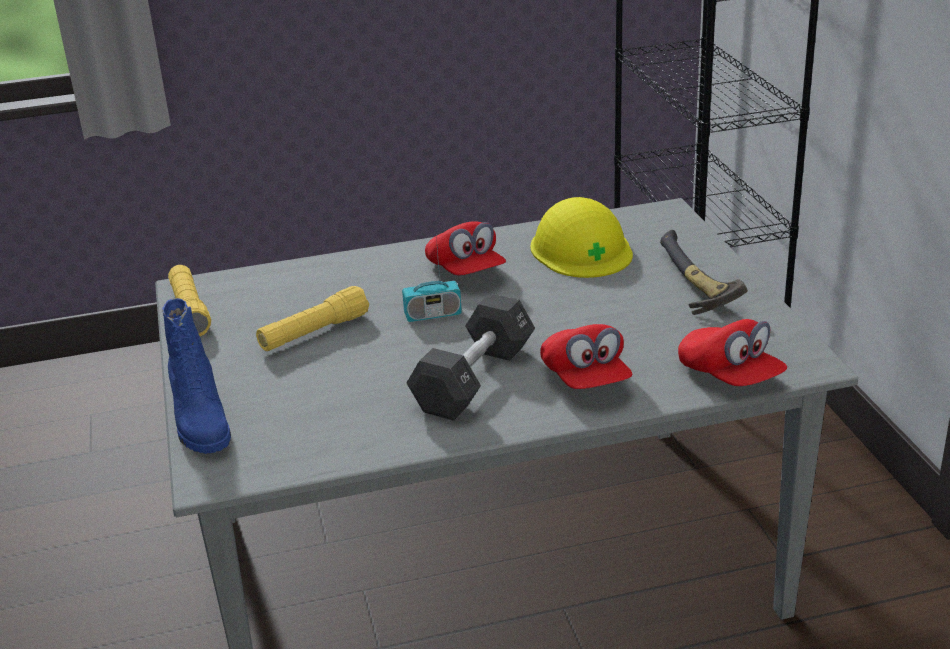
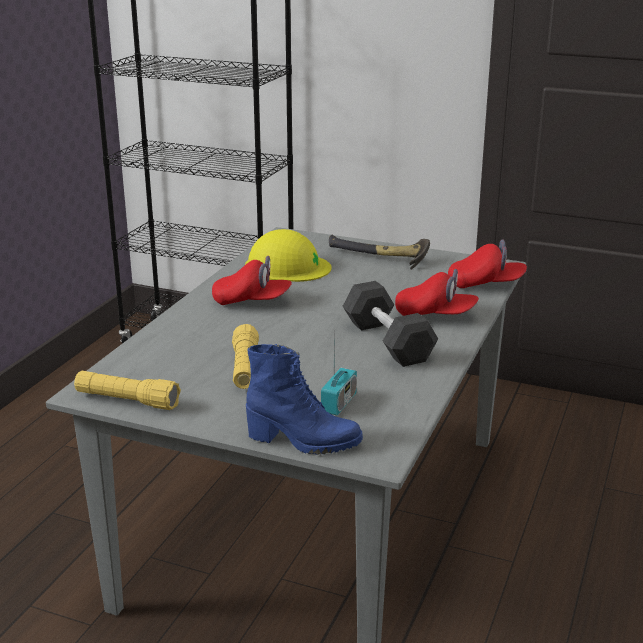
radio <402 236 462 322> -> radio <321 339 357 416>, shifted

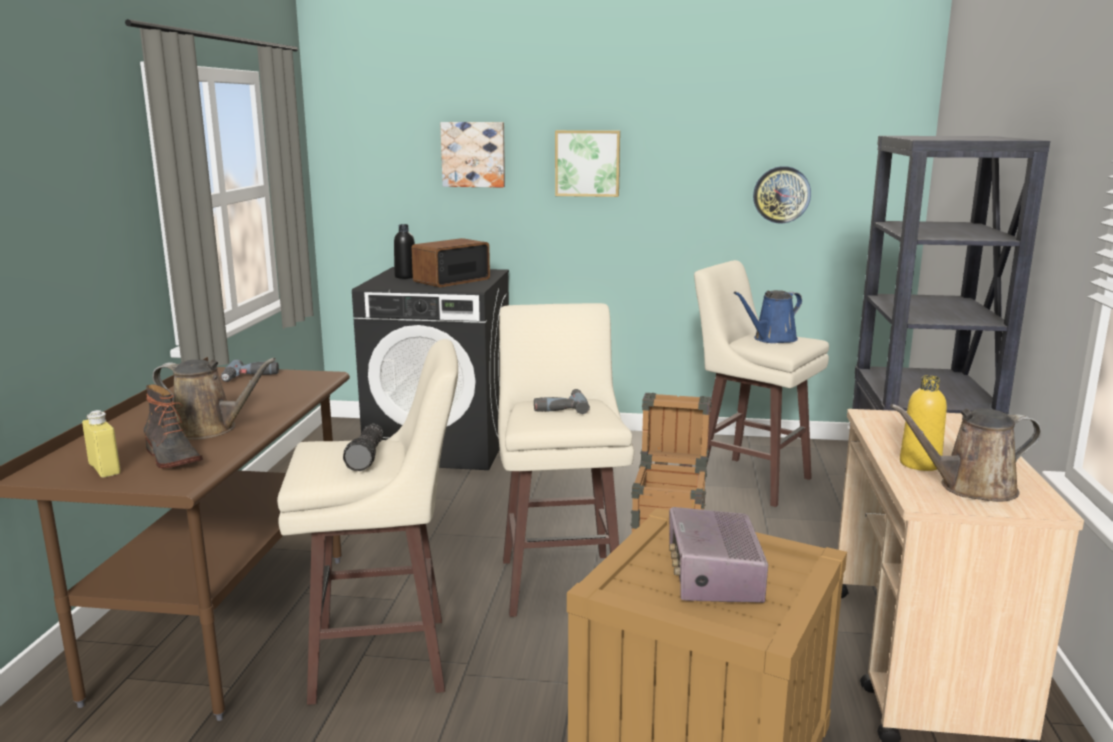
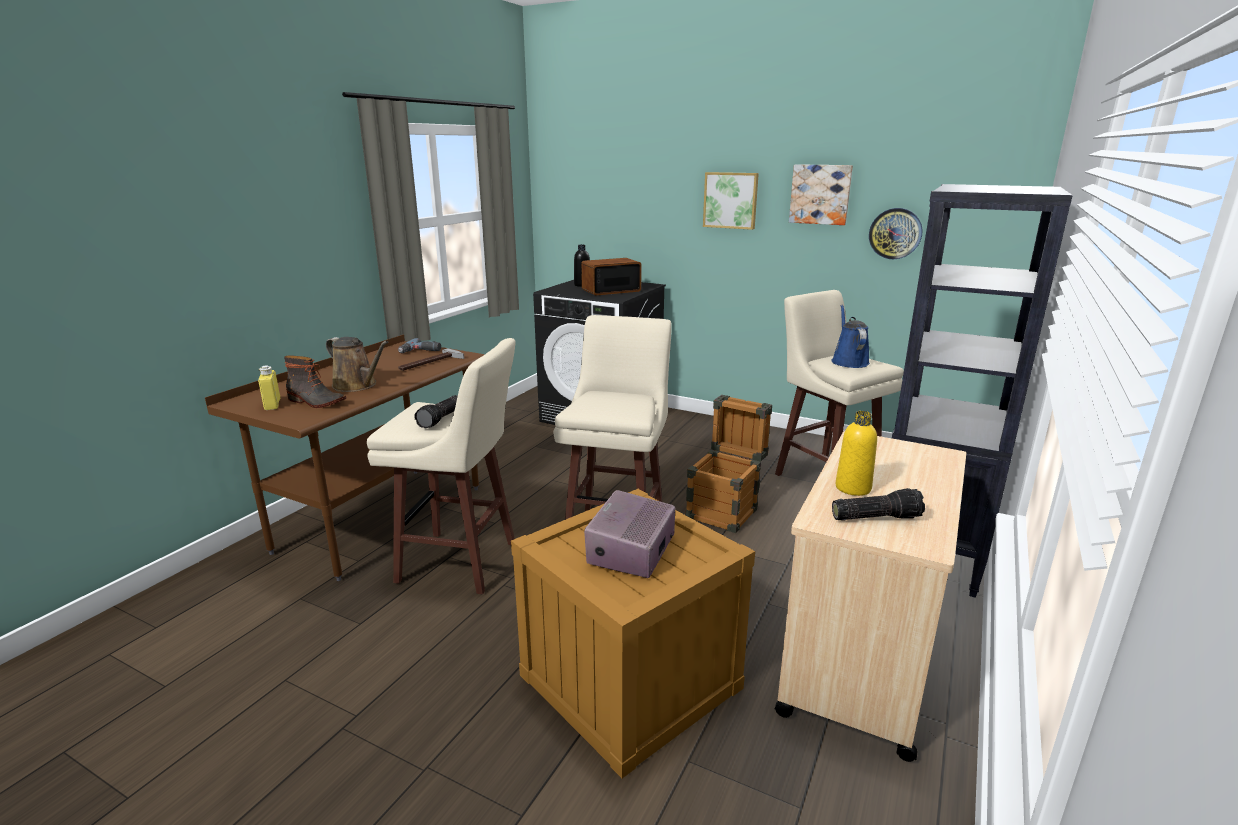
obraz <440 122 505 188> -> obraz <789 164 853 225>, shifted
konewka (niebieski) <734 290 802 343> -> konewka (niebieski) <831 305 870 368>, 105 degrees clockwise
but z cholewką <143 384 203 468> -> but z cholewką <284 356 346 408>, 45 degrees counterclockwise
wiertarka <534 389 590 414> -> none
konewka (brązowy) <890 404 1042 502> -> latarka <832 488 925 521>
none -> młotek <398 348 464 371>

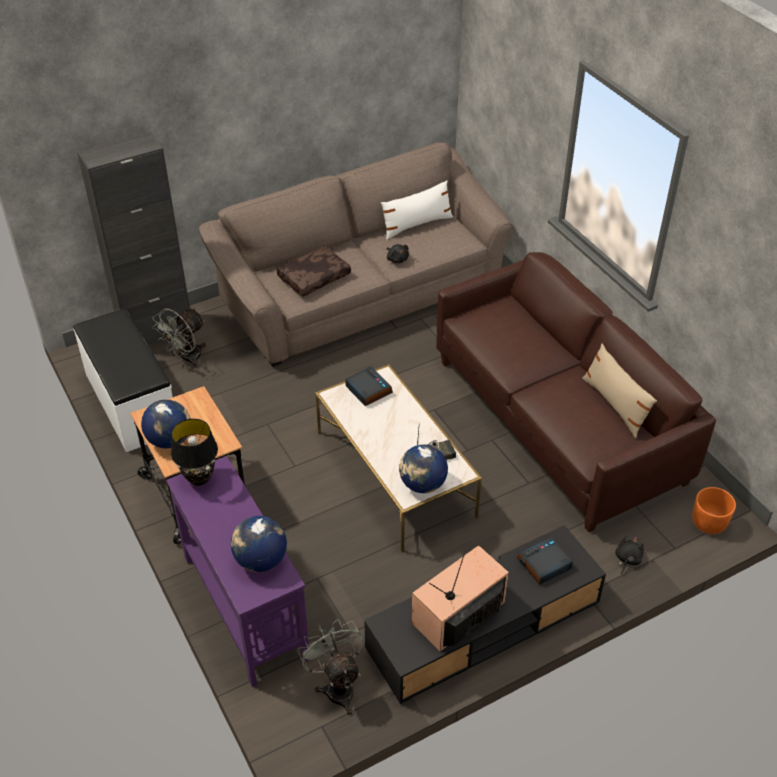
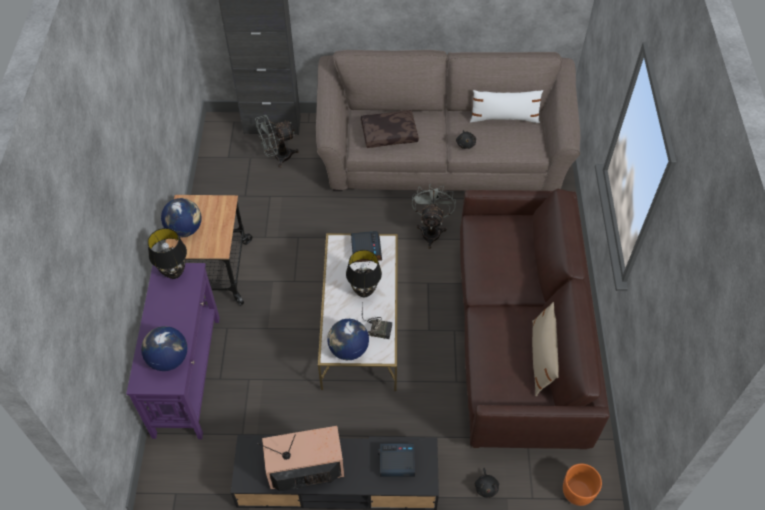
ławka (biały) <73 308 173 452> -> none
pluszak (czarny) <615 536 644 574> -> pluszak (czarny) <475 468 499 498>, 120 degrees clockwise
wentylator (szary) <297 619 364 715> -> wentylator (szary) <412 183 456 249>, shifted
none -> lampa stołowa (czarny) <346 250 382 297>

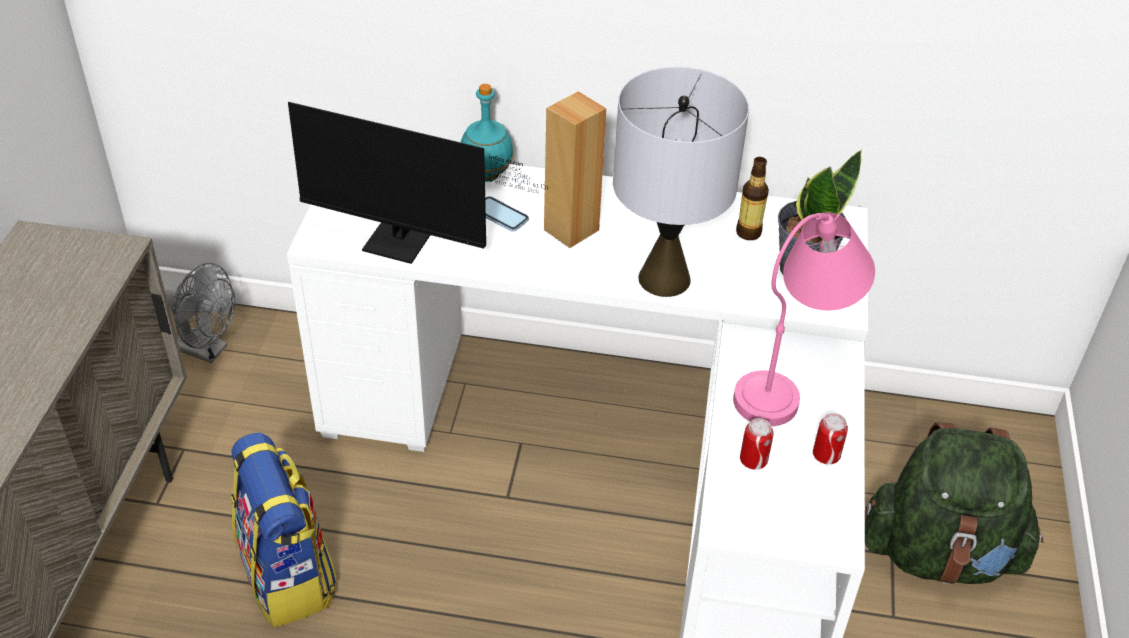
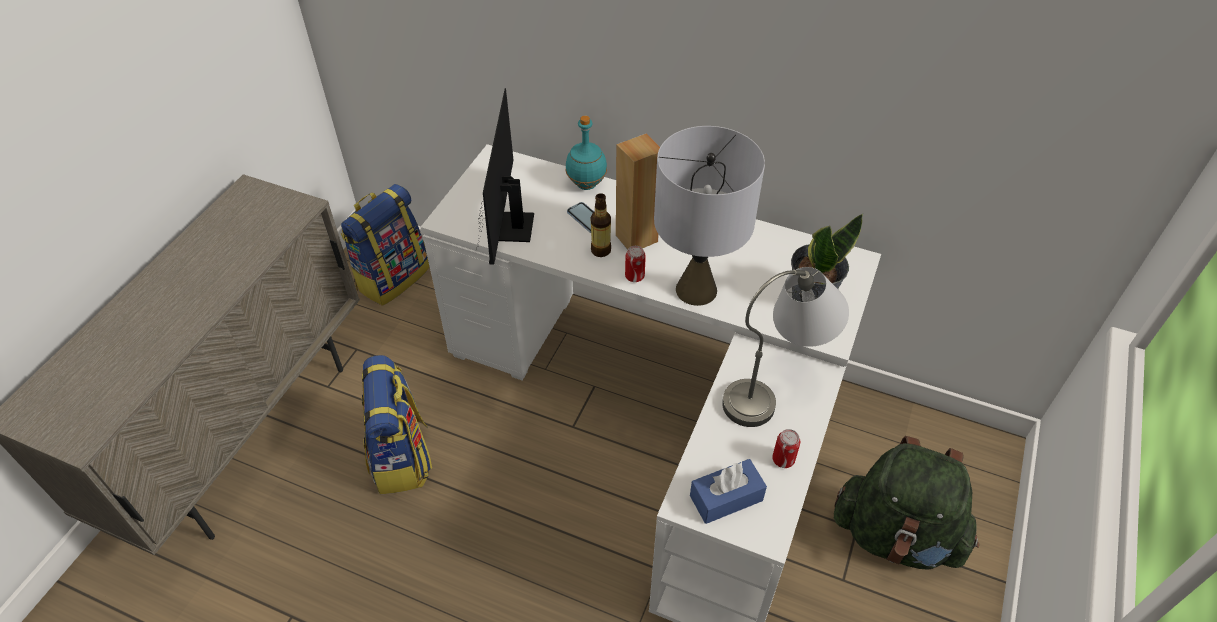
monitor <288 102 550 264> -> monitor <478 88 534 265>, 60 degrees clockwise
butelka <736 157 769 240> -> butelka <591 193 611 257>, shifted
lampa stołowa (różowy) <733 213 875 426> -> lampa stołowa (szary) <722 267 849 427>
wentylator (szary) <165 263 235 363> -> plecak <341 184 430 306>
puszka <740 418 774 470> -> puszka <625 246 646 282>, shifted
none -> pudełko chusteczek (niebieski) <690 459 767 524>

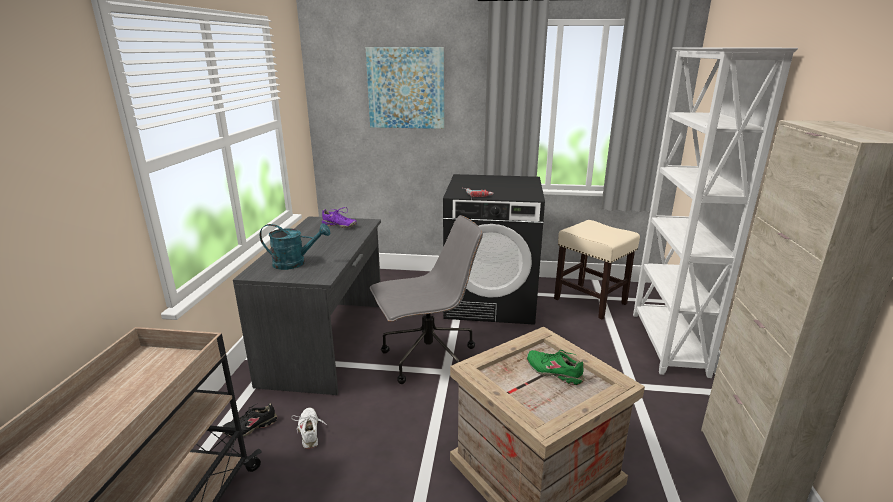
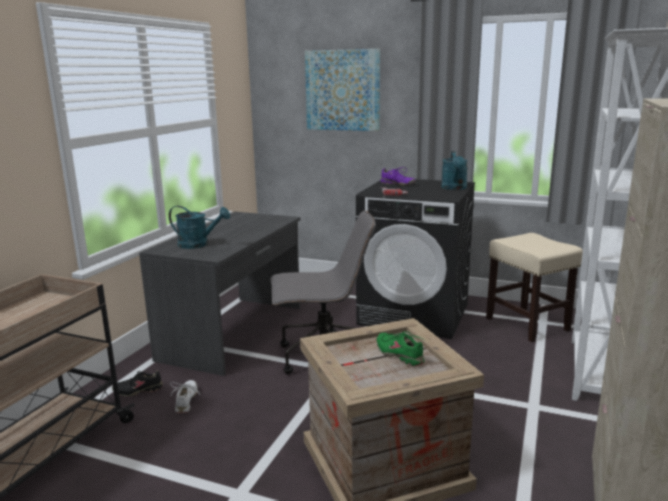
but (fioletowy) <322 207 357 228> -> but (fioletowy) <380 167 416 186>, shifted
none -> konewka (turkusowy) <441 151 468 190>

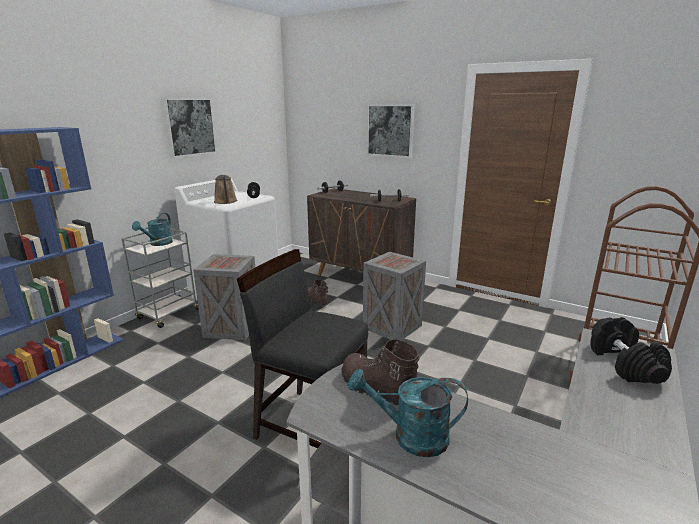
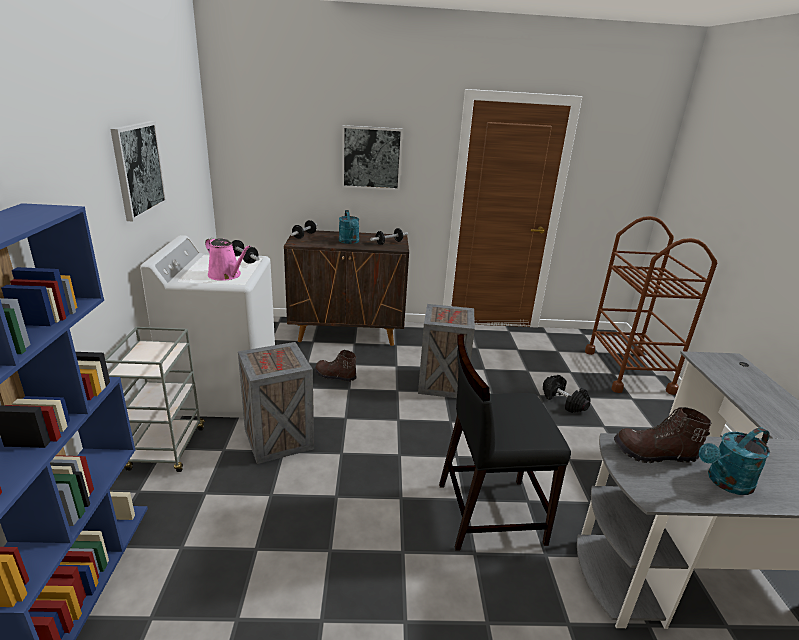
konewka (brązowy) <214 175 237 204> -> konewka (różowy) <205 238 251 281>
konewka (turkusowy) <132 213 173 246> -> konewka (turkusowy) <339 210 359 244>, shifted
hantel (czarny) <590 317 672 384> -> hantel (czarny) <543 375 591 413>, shifted

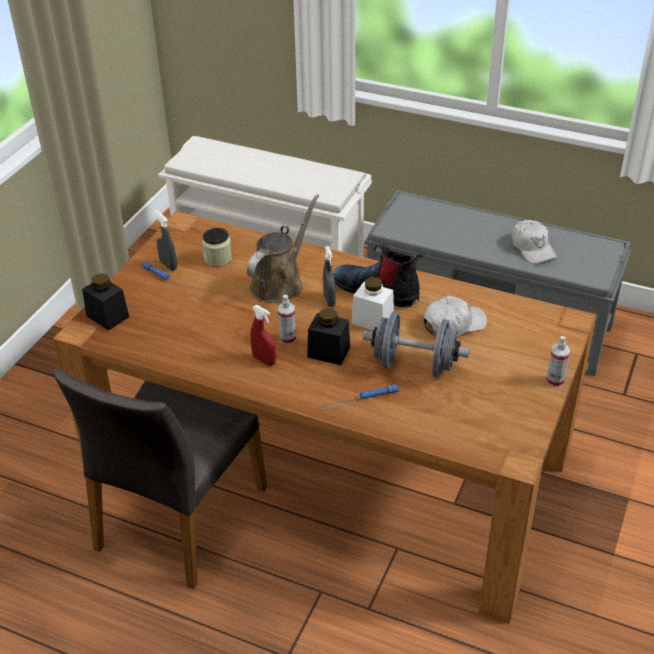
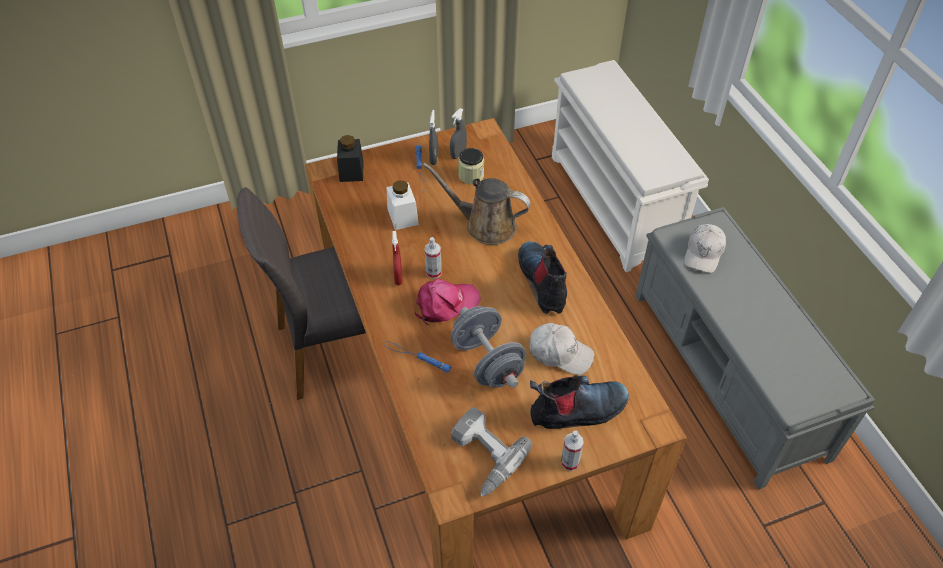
konewka (brązowy) <247 194 319 303> -> konewka (brązowy) <422 163 531 245>, 150 degrees counterclockwise
czapka z daszkiem (biały) <511 220 557 264> -> czapka z daszkiem (biały) <684 224 726 273>, shifted
spryskiwacz (szary) <323 246 336 307> -> spryskiwacz (szary) <450 108 467 159>, shifted
słoik (biały) <351 277 394 330> -> słoik (biały) <386 180 419 230>, shifted
słoik (czarny) <307 308 350 365> -> czapka z daszkiem (różowy) <415 279 481 325>
none -> but z cholewką <530 375 629 429>
none -> wiertarka <451 407 532 496>

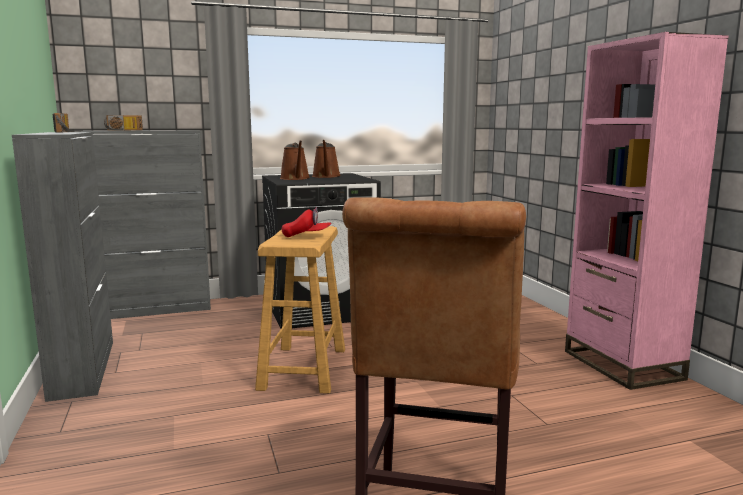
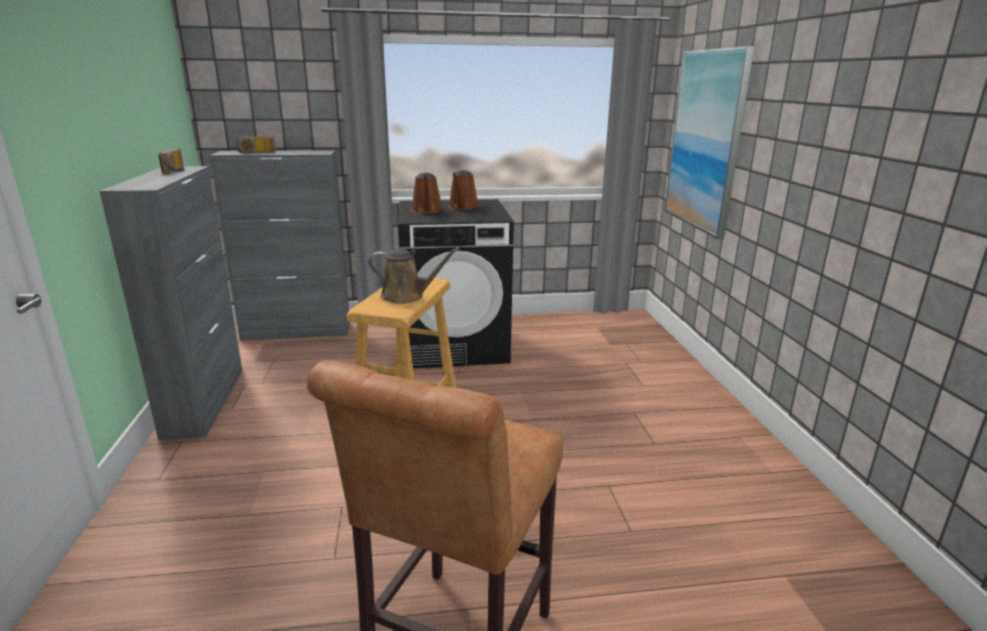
regał (różowy) <565 32 729 390> -> none
czapka z daszkiem (czerwony) <282 207 331 237> -> konewka (brązowy) <368 247 460 304>
none -> obraz <665 46 754 239>

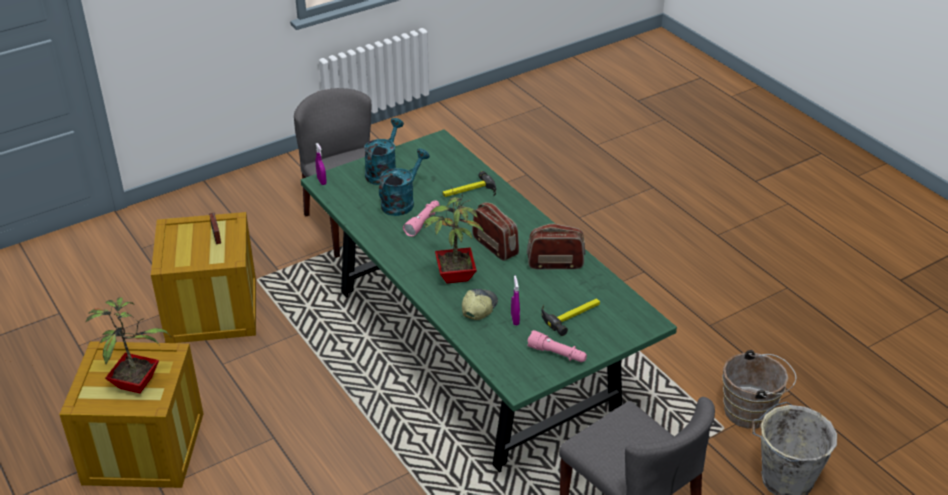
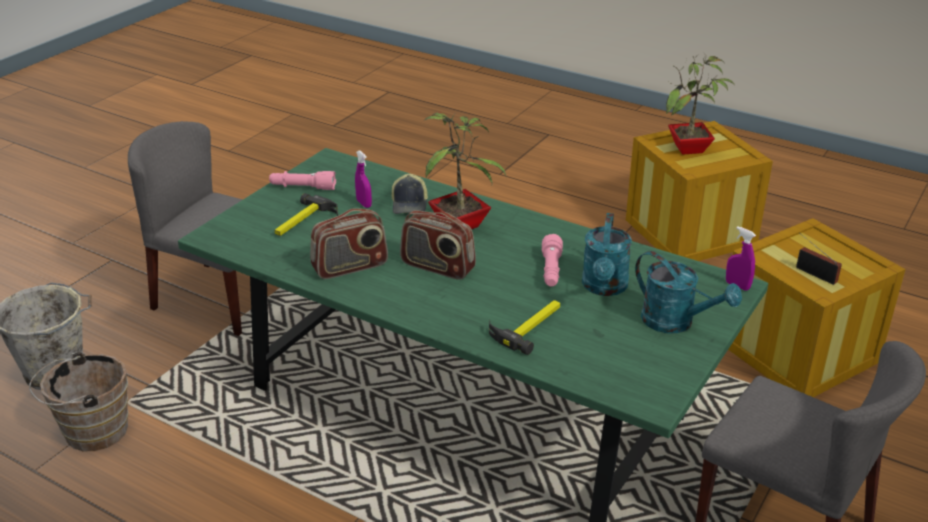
konewka (turkusowy) <364 118 404 185> -> konewka (turkusowy) <635 251 742 333>, 45 degrees counterclockwise

